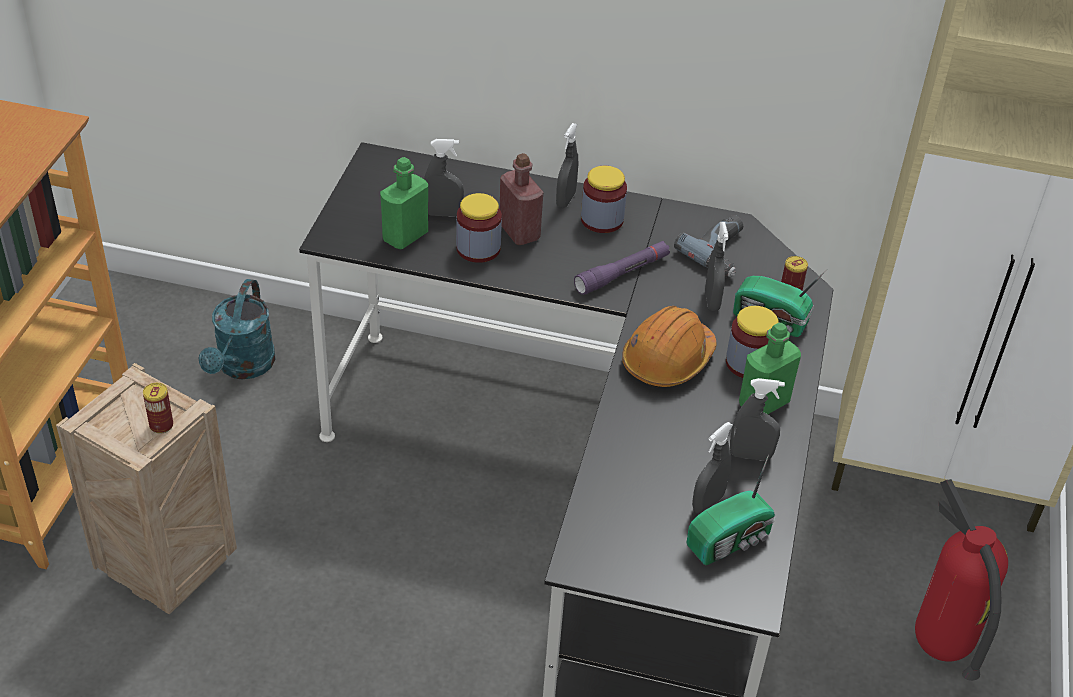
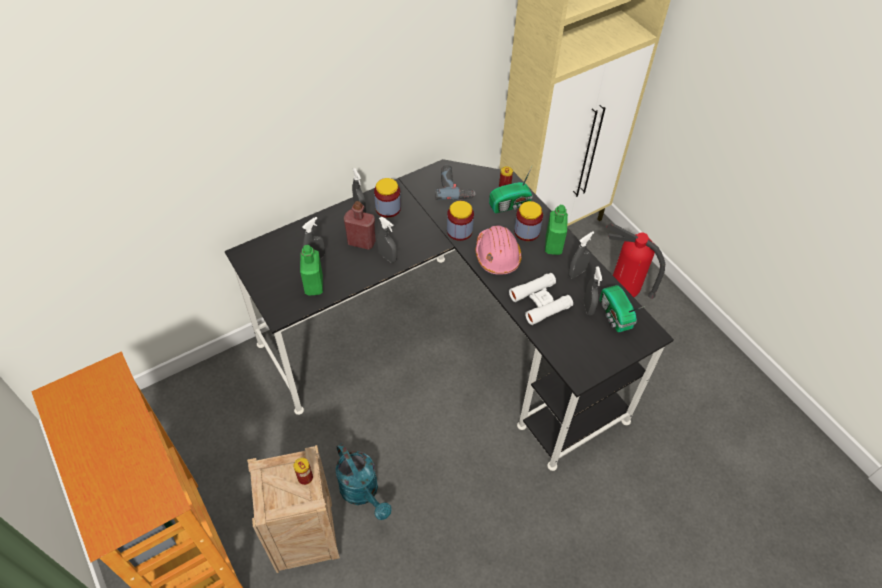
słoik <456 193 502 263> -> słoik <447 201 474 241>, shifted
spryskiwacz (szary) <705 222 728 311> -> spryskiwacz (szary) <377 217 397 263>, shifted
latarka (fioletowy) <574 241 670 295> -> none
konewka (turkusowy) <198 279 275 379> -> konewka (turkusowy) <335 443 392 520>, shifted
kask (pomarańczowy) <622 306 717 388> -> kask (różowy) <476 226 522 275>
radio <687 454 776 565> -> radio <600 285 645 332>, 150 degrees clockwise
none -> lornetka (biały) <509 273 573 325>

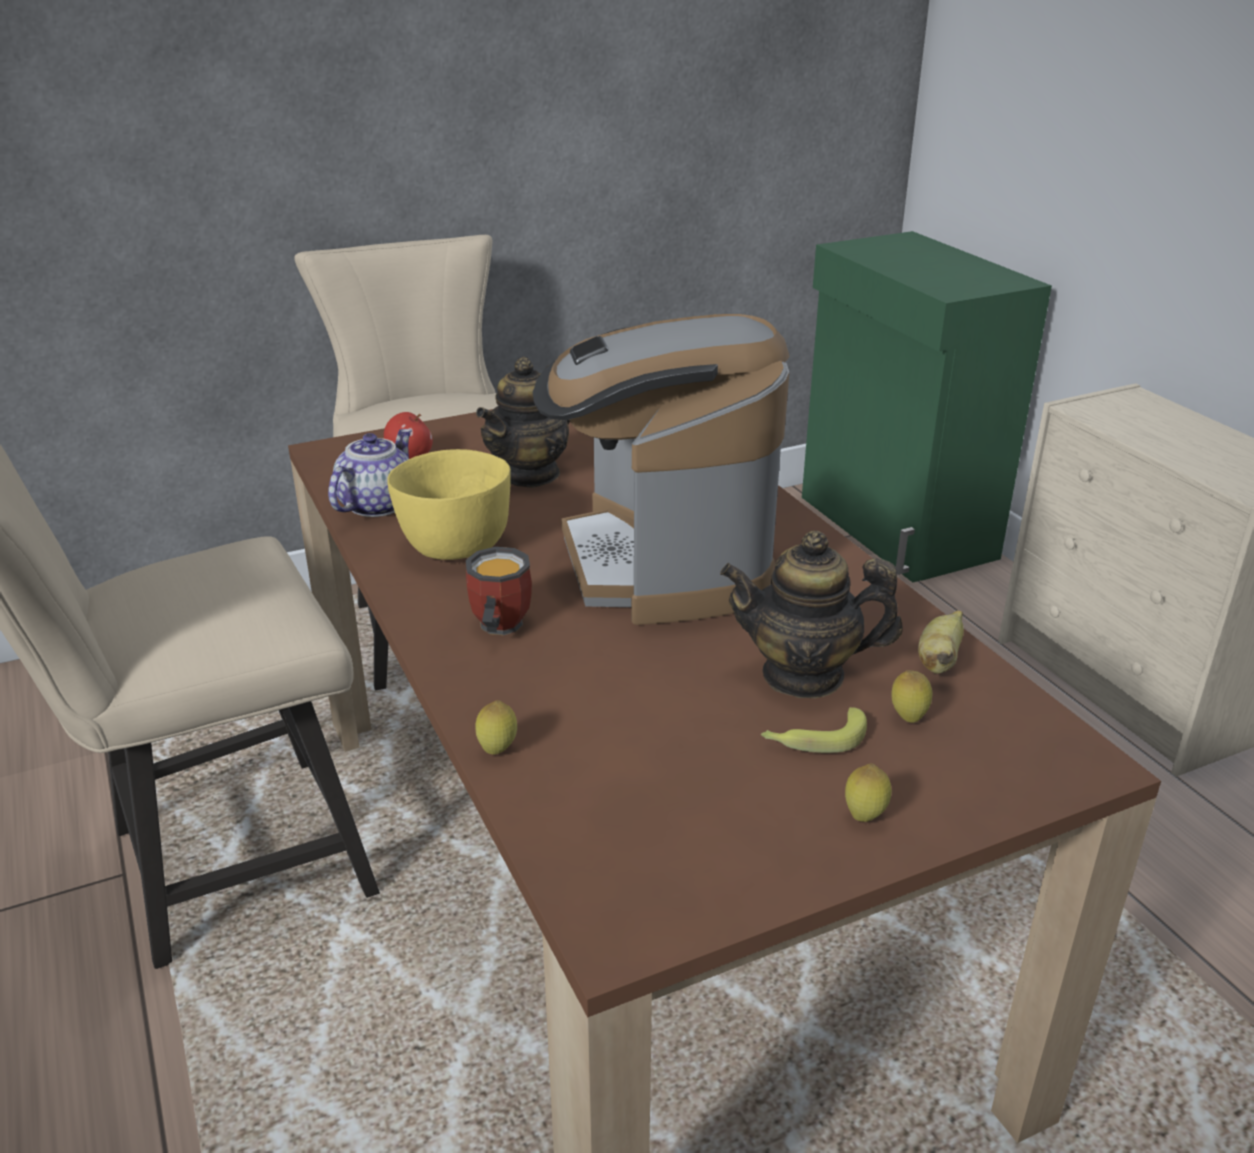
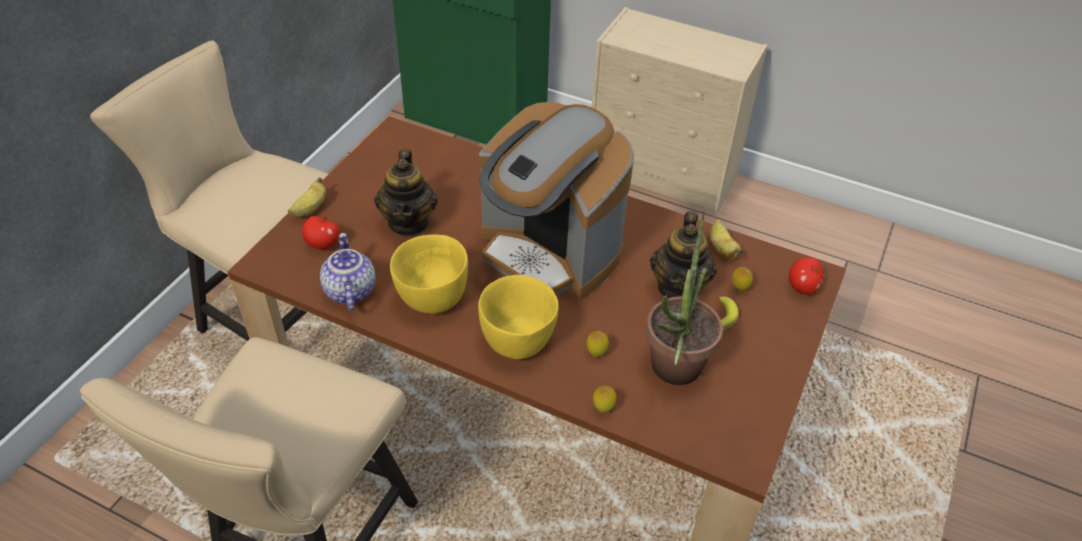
imbryk <720 531 903 698> -> imbryk <650 211 717 298>, 45 degrees counterclockwise
kubek <466 547 532 635> -> miska (żółty) <478 275 558 360>
cytryna <845 763 892 822> -> cytryna <587 331 609 357>, shifted
none -> banan <288 177 326 217>
none -> roślina doniczkowa <646 211 723 385>
none -> jabłko <789 257 823 294>

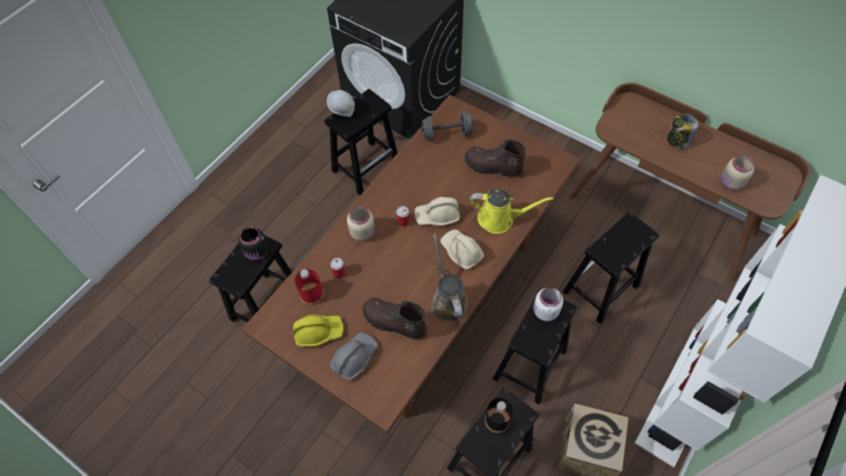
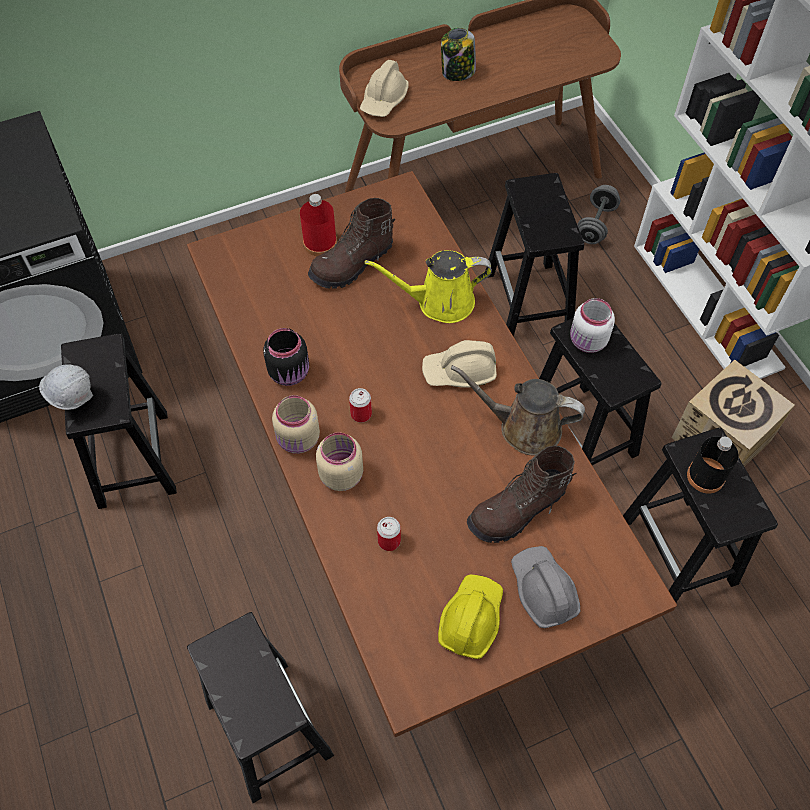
hantel (szary) <421 112 473 141> -> hantel (szary) <577 185 621 244>, shifted
słoik (beżowy) <721 155 754 190> -> słoik (beżowy) <272 395 320 454>, shifted
konewka (żółty) <470 189 553 234> -> konewka (żółty) <365 250 492 323>, 135 degrees counterclockwise
kask (beżowy) <414 197 460 226> -> kask (beżowy) <360 60 409 117>, shifted
słoik (czarny) <238 227 268 260> -> słoik (czarny) <263 328 309 386>, shifted
butelka (czerwony) <295 269 324 305> -> butelka (czerwony) <300 194 337 256>, shifted

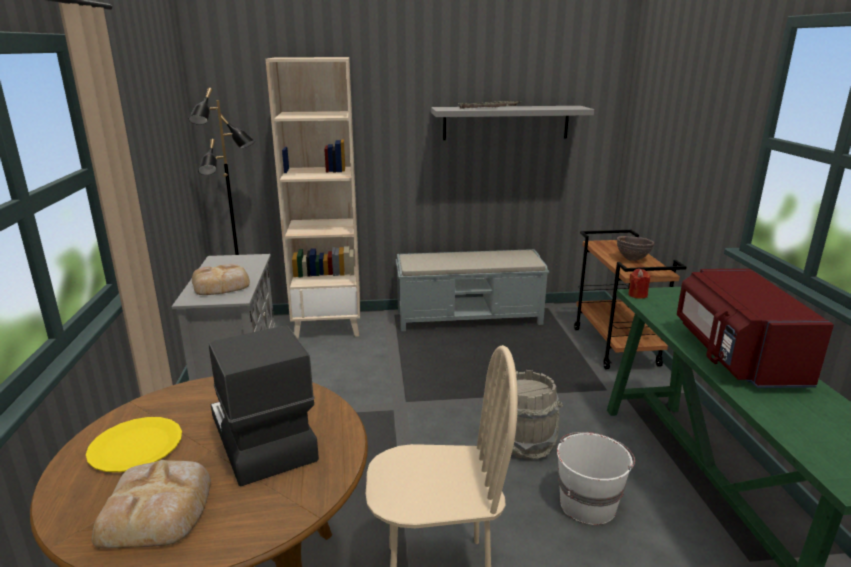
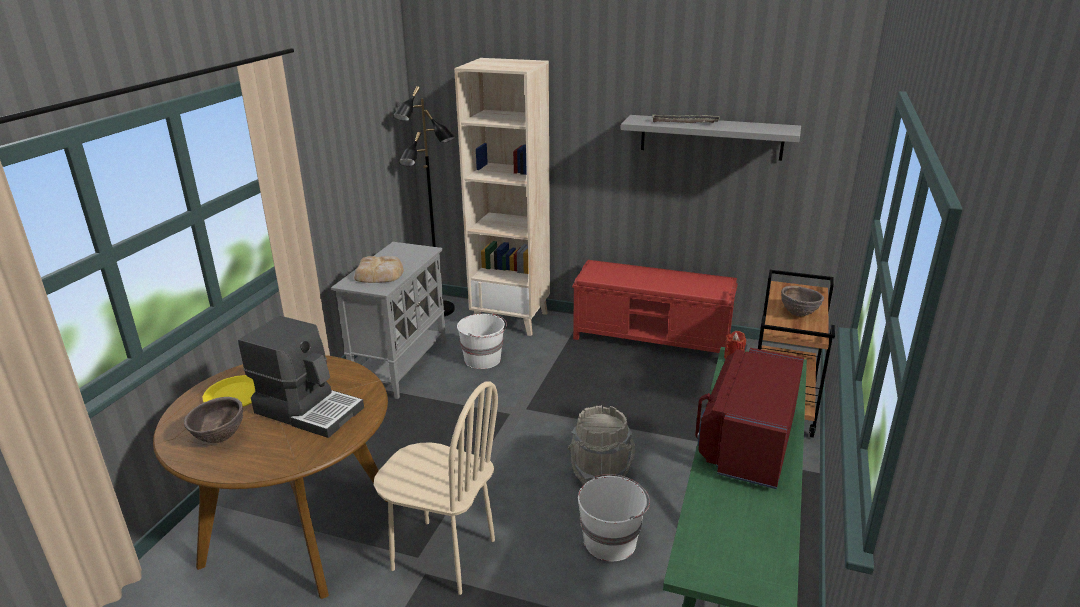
ławka (szary) <396 249 549 331> -> ławka (czerwony) <572 260 738 353>
ekspres do kawy <209 326 319 486> -> ekspres do kawy <238 316 364 438>, 120 degrees clockwise
chleb <92 460 211 548> -> miska (brązowy) <184 397 243 443>
none -> wiadro (biały) <457 313 507 369>

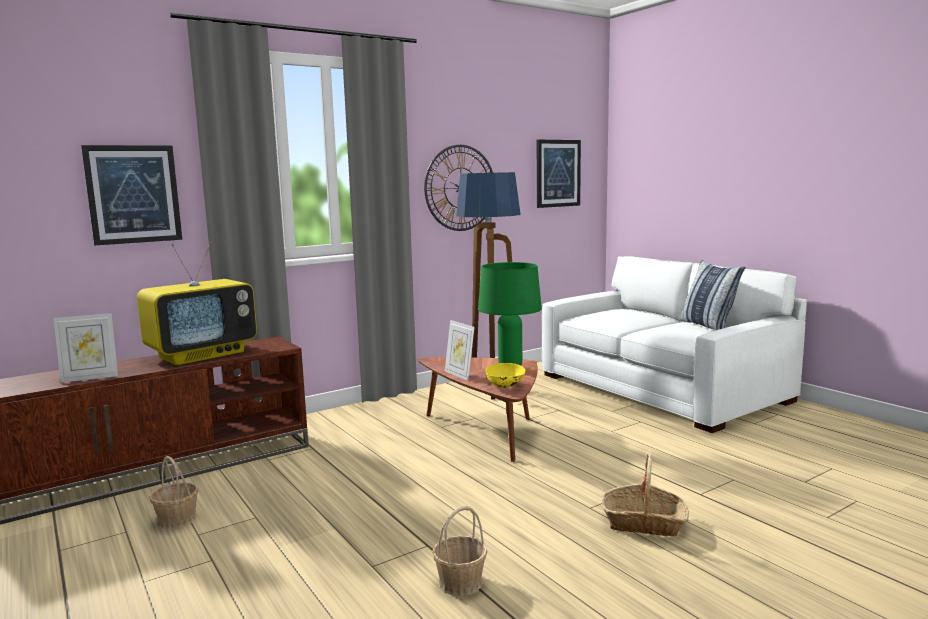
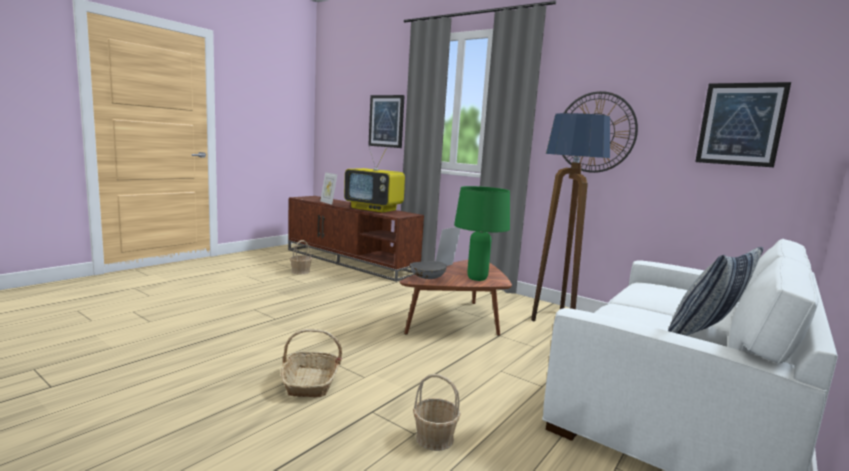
miska (żółty) <486 363 526 388> -> miska (szary) <410 261 447 279>
koszyk <432 506 487 596> -> koszyk <413 374 461 451>, shifted

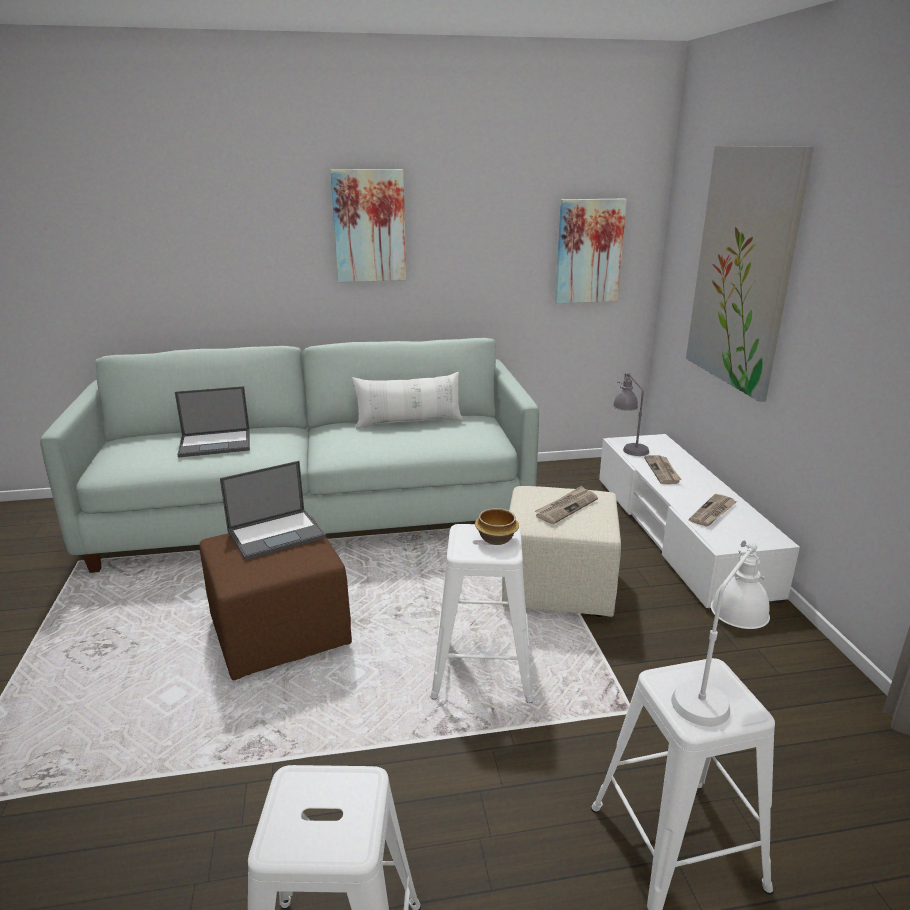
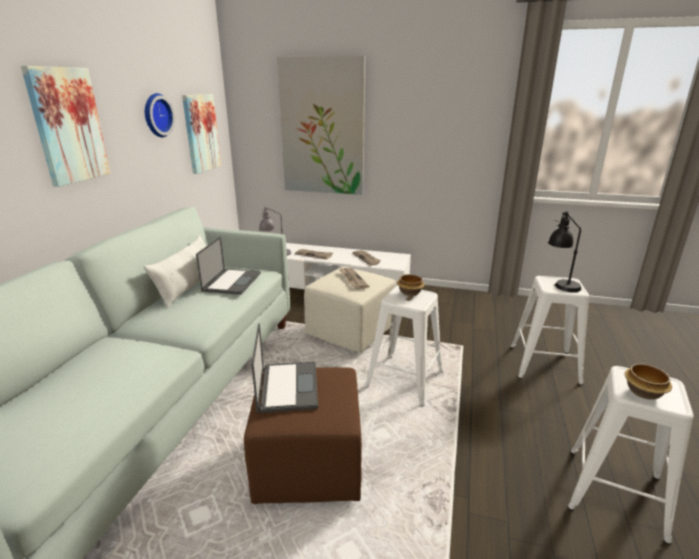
laptop <175 386 250 458> -> laptop <196 236 261 295>, shifted
lampa stołowa (biały) <671 540 770 727> -> lampa stołowa (czarny) <548 212 581 292>
none -> zegar ścienny <145 93 175 137>
none -> miska <625 363 672 400>

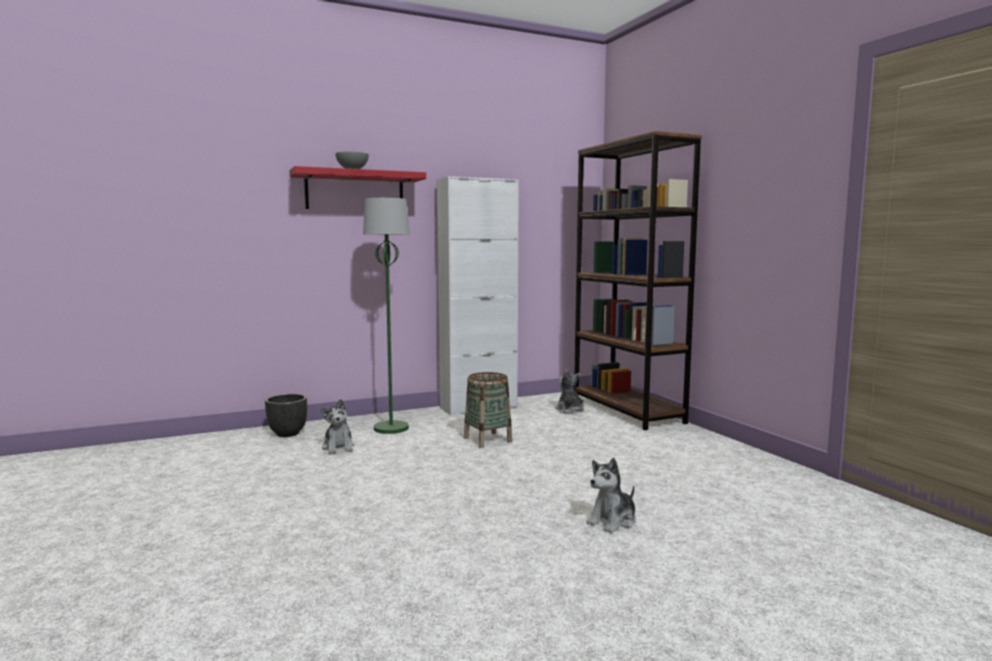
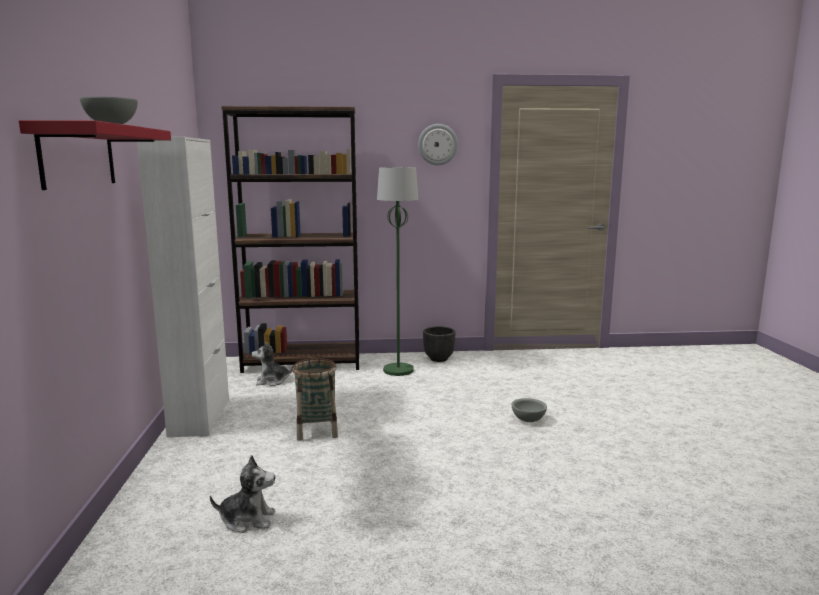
lampa stojąca (zielony) <363 198 410 434> -> lampa stojąca (zielony) <377 167 418 376>, shifted
donica (czarny) <265 394 307 437> -> donica (czarny) <423 326 455 362>, shifted
pluszak <586 458 636 533> -> miska (szary) <512 398 547 422>
none -> zegar ścienny <418 124 458 165>

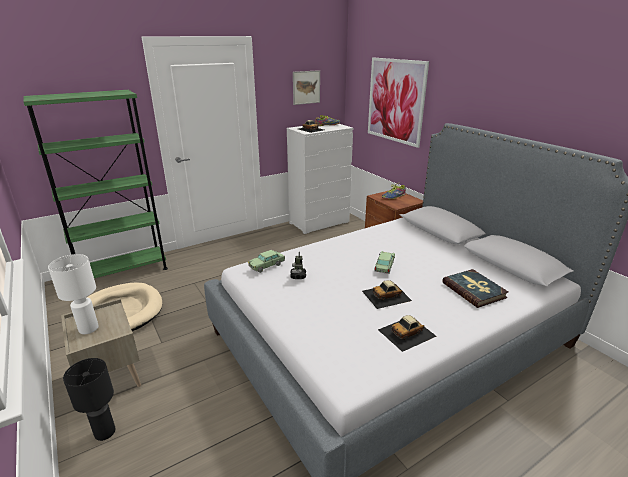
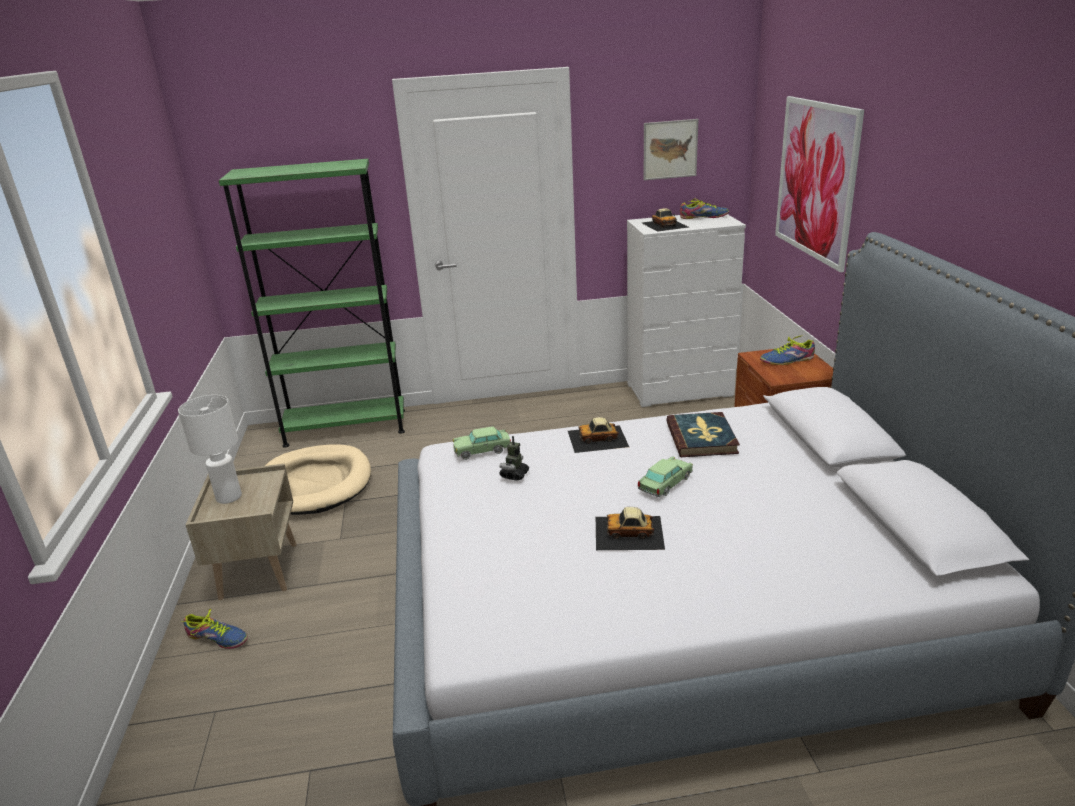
książka <442 269 508 308> -> książka <666 412 740 457>, shifted
samochodzik <378 315 437 352> -> samochodzik <568 417 629 453>, shifted
lampa stołowa (czarny) <63 358 115 441> -> but <181 609 248 649>

